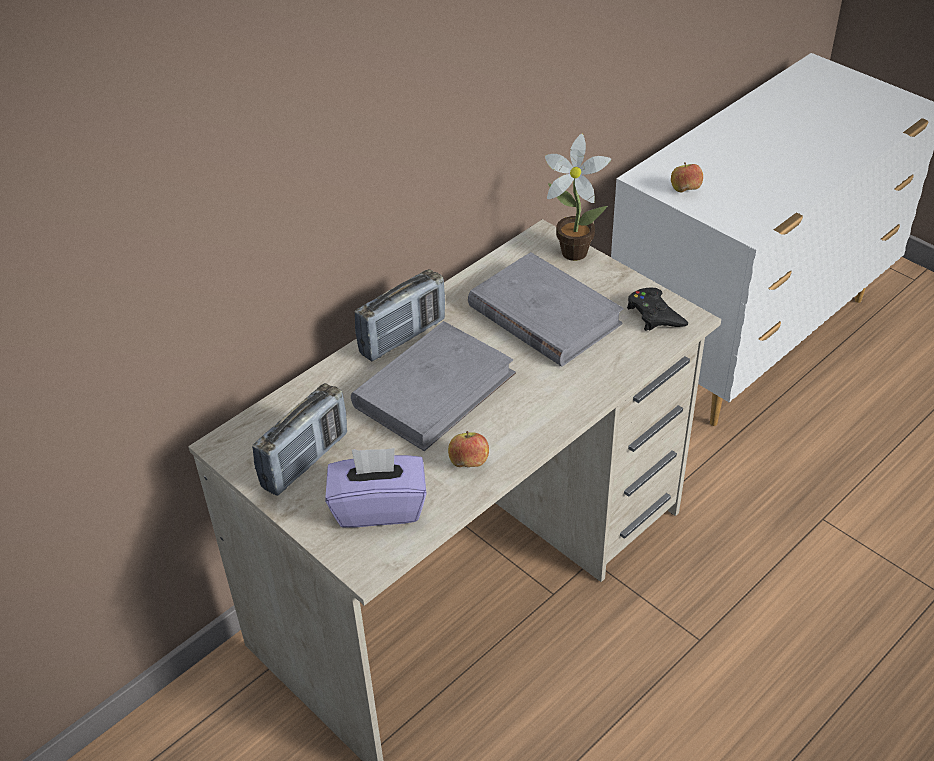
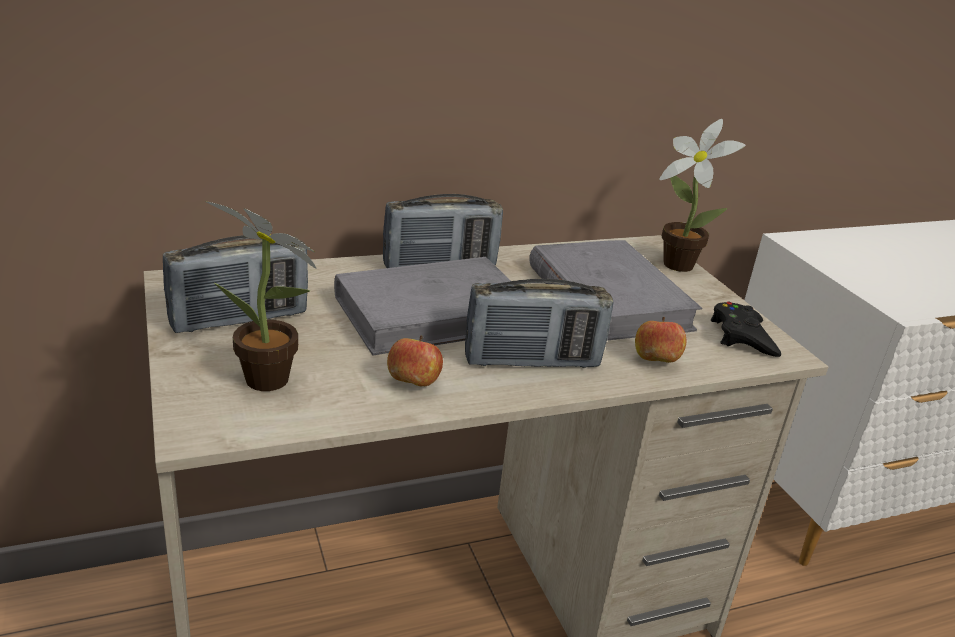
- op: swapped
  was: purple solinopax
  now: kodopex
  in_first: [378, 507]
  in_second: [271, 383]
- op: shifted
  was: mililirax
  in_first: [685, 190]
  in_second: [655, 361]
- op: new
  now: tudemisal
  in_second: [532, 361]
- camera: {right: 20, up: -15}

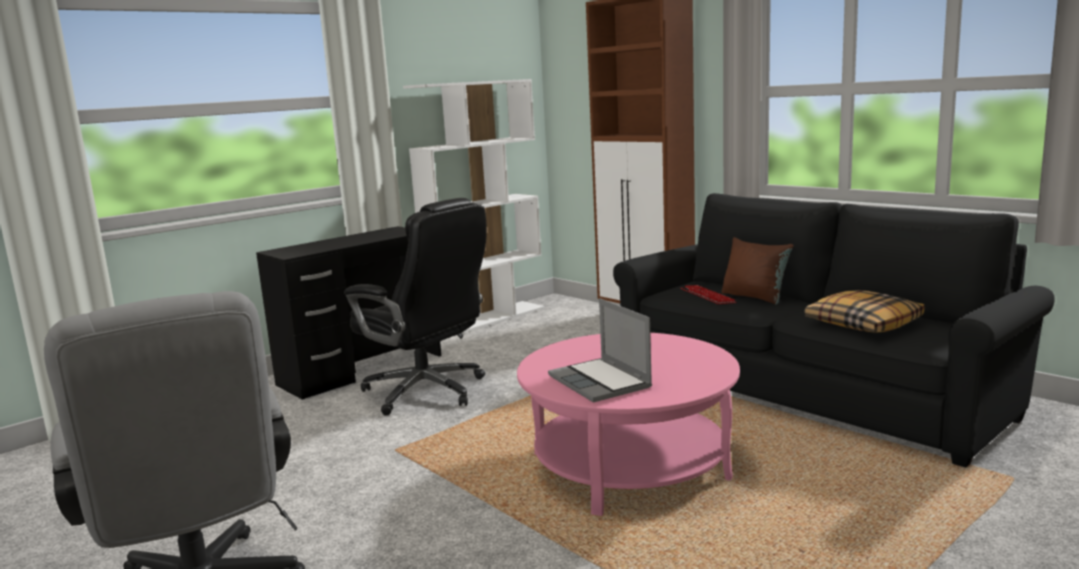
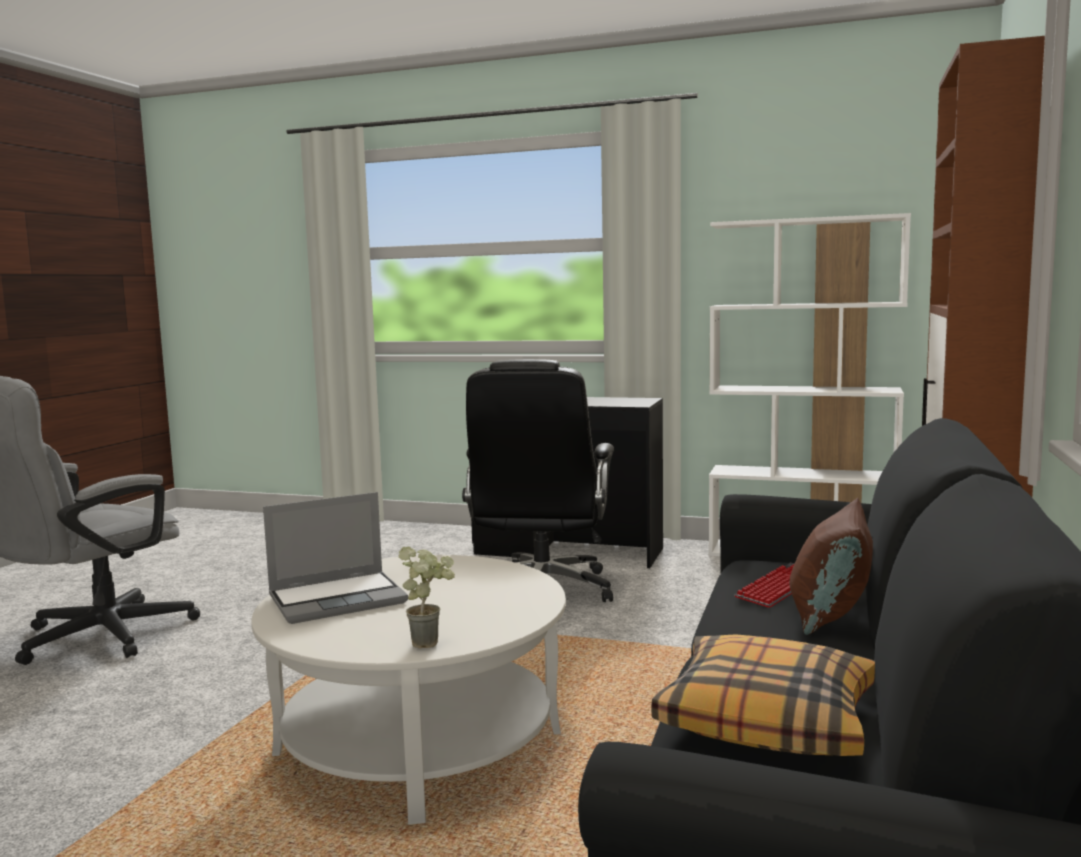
- op: repainted
  was: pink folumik
  now: white folumik
  in_first: [629, 466]
  in_second: [419, 743]
- op: rotated
  was: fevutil
  in_first: [601, 382]
  in_second: [339, 599]
  clockwise: -150
- op: new
  now: kodopex
  in_second: [431, 642]
- camera: {right: 60, up: -5}

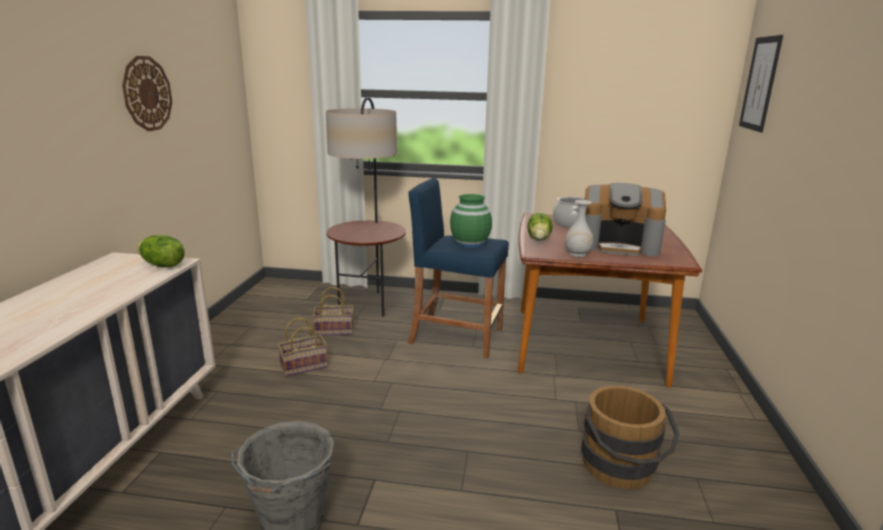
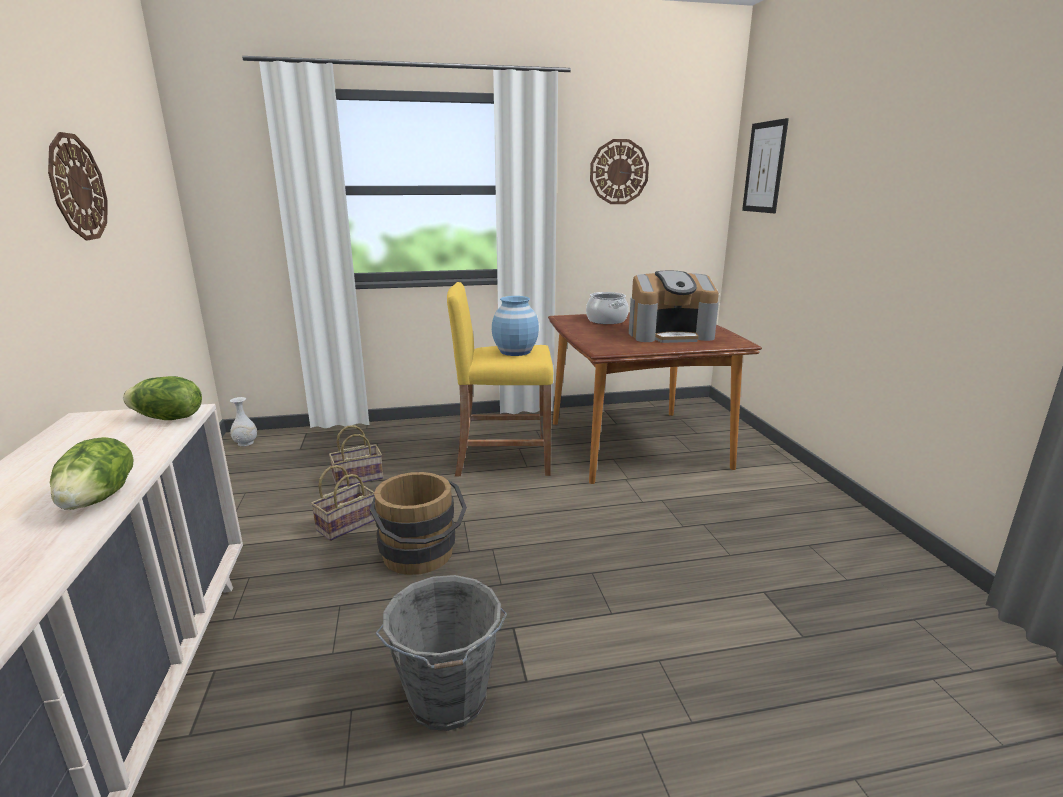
- op: gone
  was: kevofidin
  in_first: [368, 304]
- op: repainted
  was: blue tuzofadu
  now: yellow tuzofadu
  in_first: [456, 336]
  in_second: [502, 459]
- op: repainted
  was: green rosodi
  now: blue rosodi
  in_first: [469, 243]
  in_second: [515, 351]
- op: shifted
  was: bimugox
  in_first: [539, 239]
  in_second: [100, 498]
- op: shifted
  was: white rosodi
  in_first: [577, 254]
  in_second: [245, 443]
- op: shifted
  was: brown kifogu
  in_first: [621, 470]
  in_second: [421, 557]
- op: new
  now: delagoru
  in_second: [619, 172]
- camera: {right: -20, up: 0}

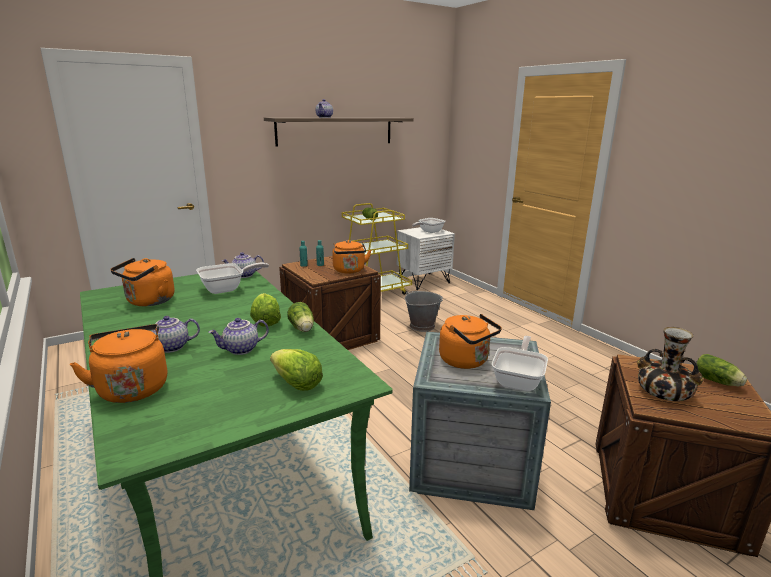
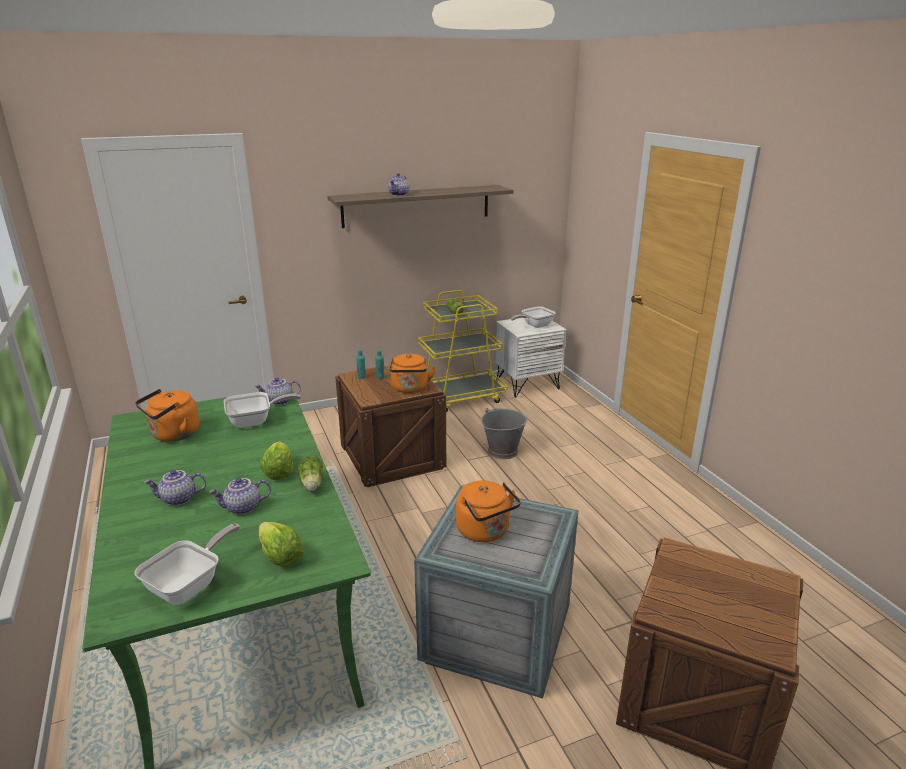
- op: gone
  was: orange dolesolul
  in_first: [132, 387]
- op: shifted
  was: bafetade
  in_first: [519, 380]
  in_second: [190, 585]
- op: gone
  was: rosodi
  in_first: [664, 393]
- op: gone
  was: bimugox
  in_first: [718, 382]
- camera: {right: 10, up: 5}

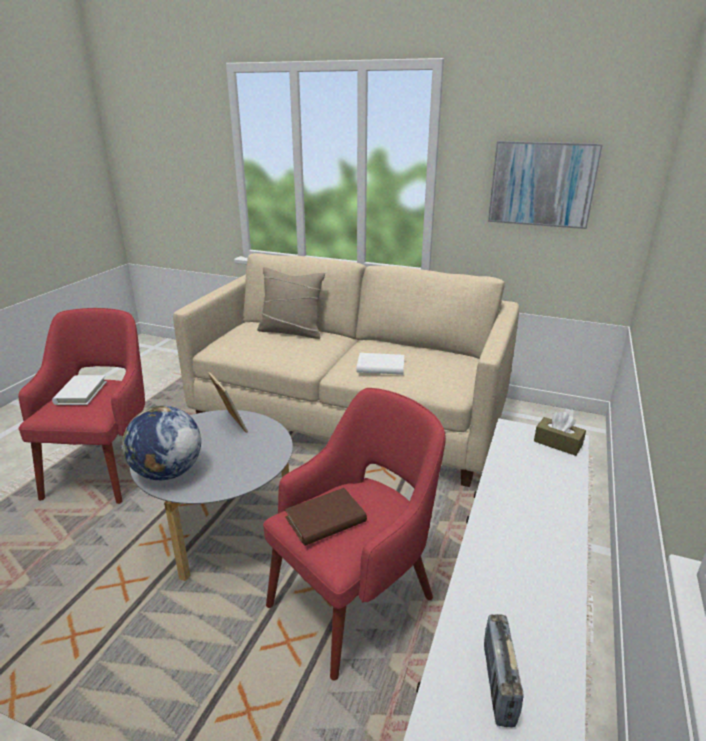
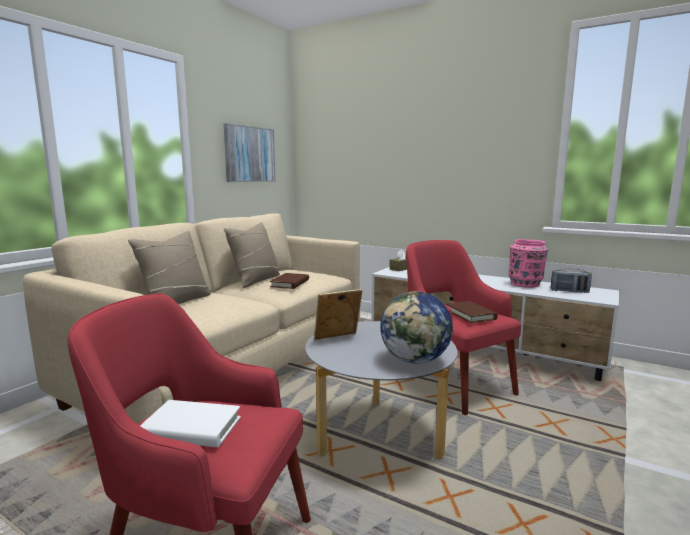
- op: repainted
  was: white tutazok
  now: brown tutazok
  in_first: [380, 367]
  in_second: [290, 283]
- op: new
  now: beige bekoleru
  in_second: [255, 280]
- op: new
  now: pink rosodi
  in_second: [526, 284]
- camera: {right: -80, up: -15}

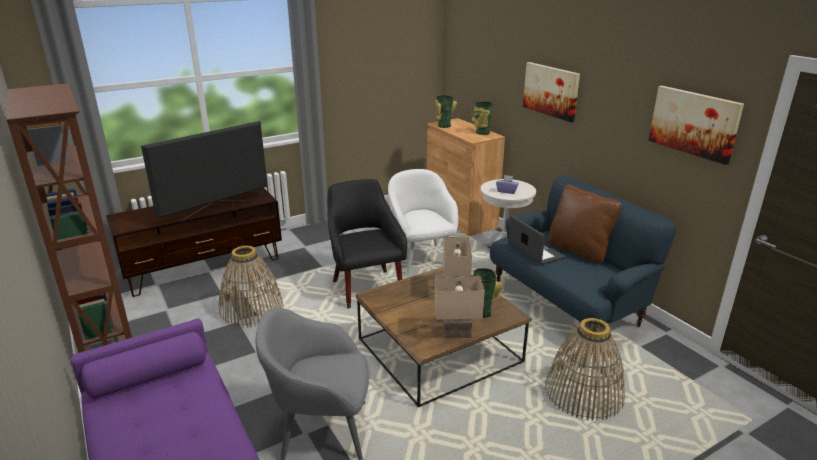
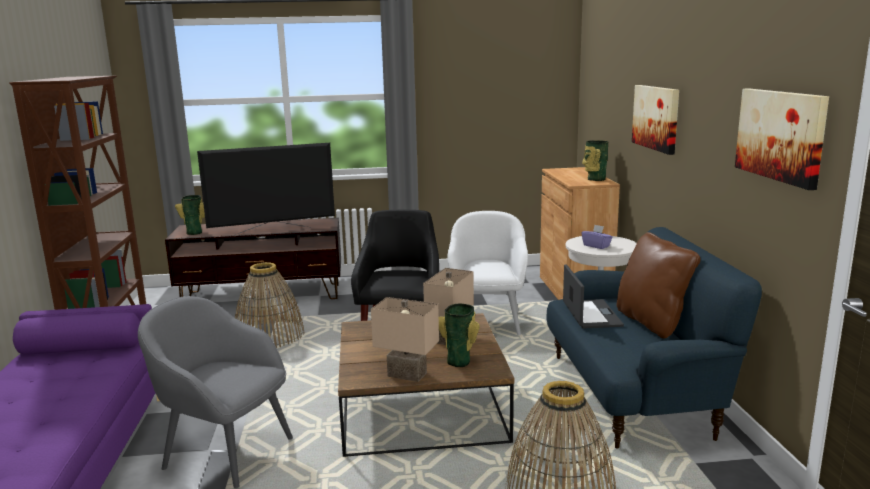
- op: shifted
  was: rosodi
  in_first: [443, 125]
  in_second: [195, 232]
- camera: {right: 25, up: -10}

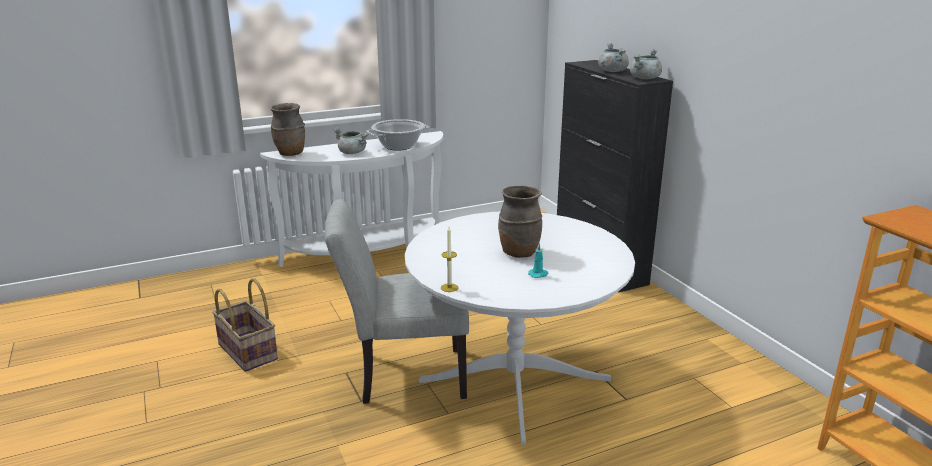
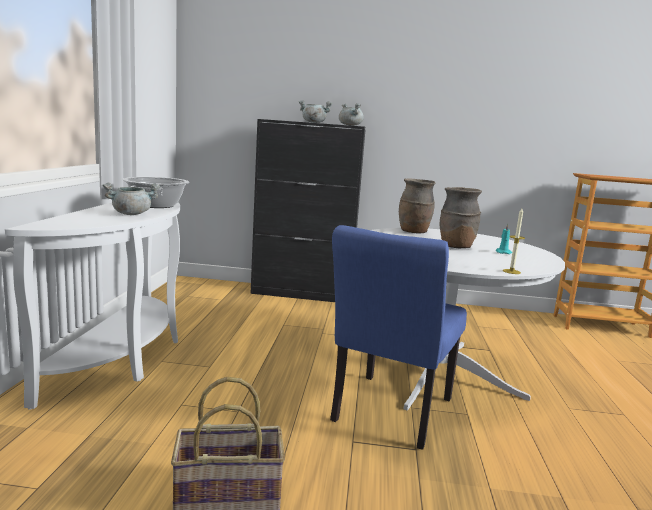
- op: shifted
  was: brown rosodi
  in_first: [290, 154]
  in_second: [414, 232]
- op: repainted
  was: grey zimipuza
  now: blue zimipuza
  in_first: [402, 376]
  in_second: [388, 414]
- camera: {right: -60, up: -10}

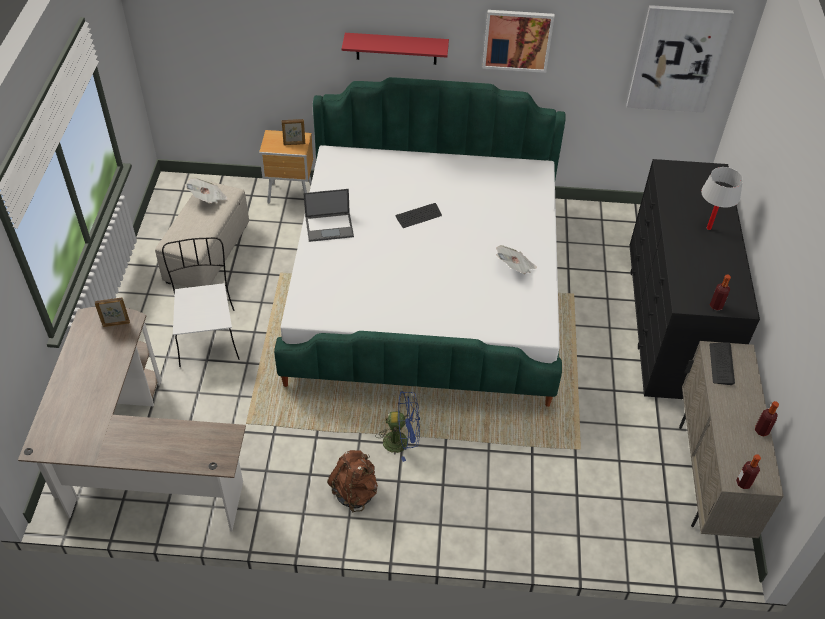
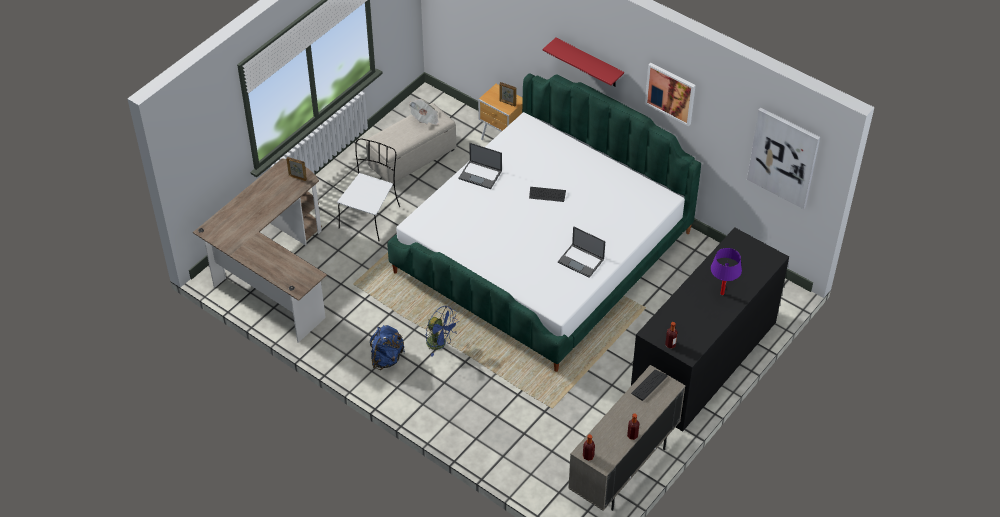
- op: repainted
  was: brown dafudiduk
  now: blue dafudiduk
  in_first: [355, 492]
  in_second: [386, 358]
- op: swapped
  was: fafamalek
  now: fevutil
  in_first: [515, 267]
  in_second: [581, 261]
- op: repainted
  was: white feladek
  now: purple feladek
  in_first: [708, 228]
  in_second: [722, 293]
- camera: {right: 35, up: 0}

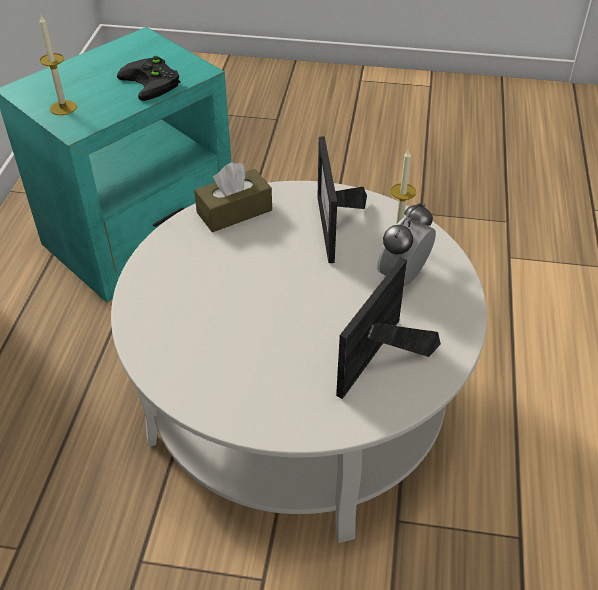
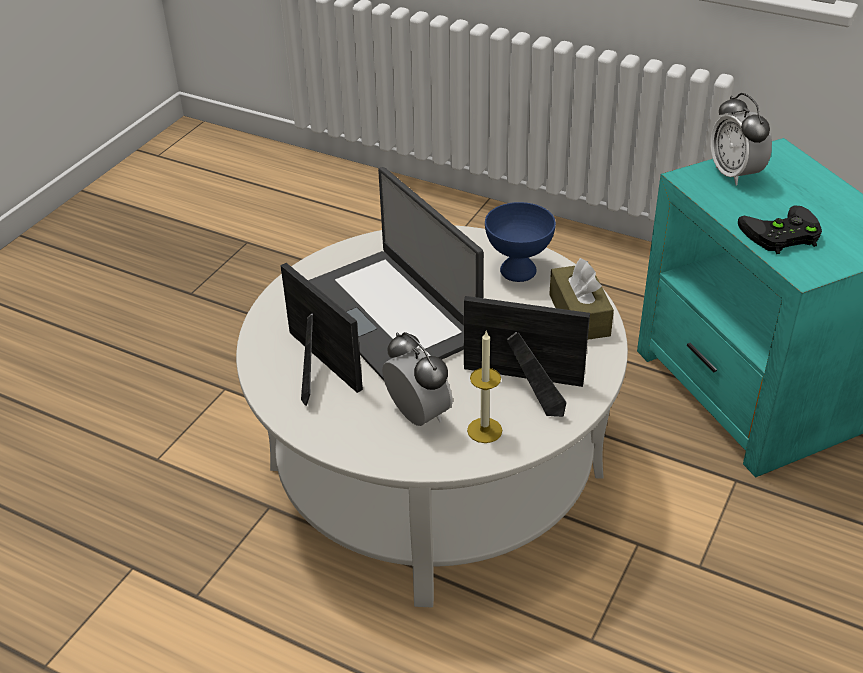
- op: swapped
  was: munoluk
  now: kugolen
  in_first: [63, 108]
  in_second: [735, 174]
- op: new
  now: fevutil
  in_second: [390, 314]
- op: new
  now: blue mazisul
  in_second: [517, 271]
- camera: {right: 110, up: -5}

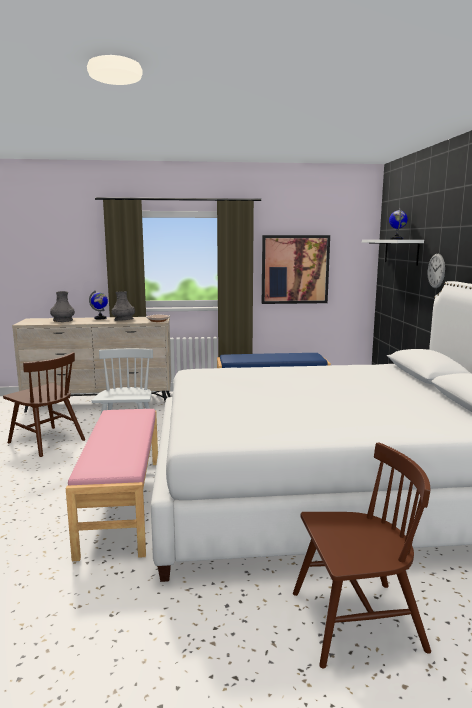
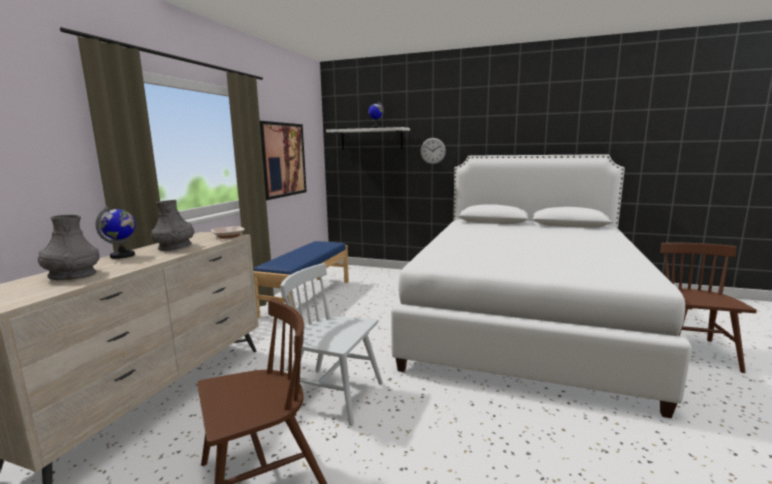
- op: gone
  was: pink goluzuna
  in_first: [123, 503]
- camera: {right: -65, up: 0}

